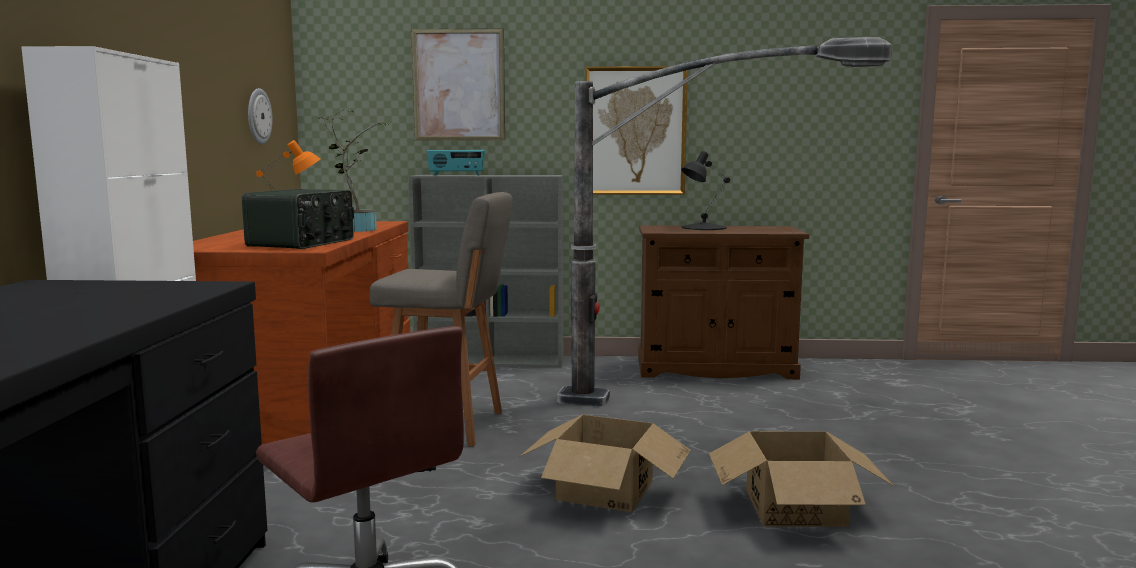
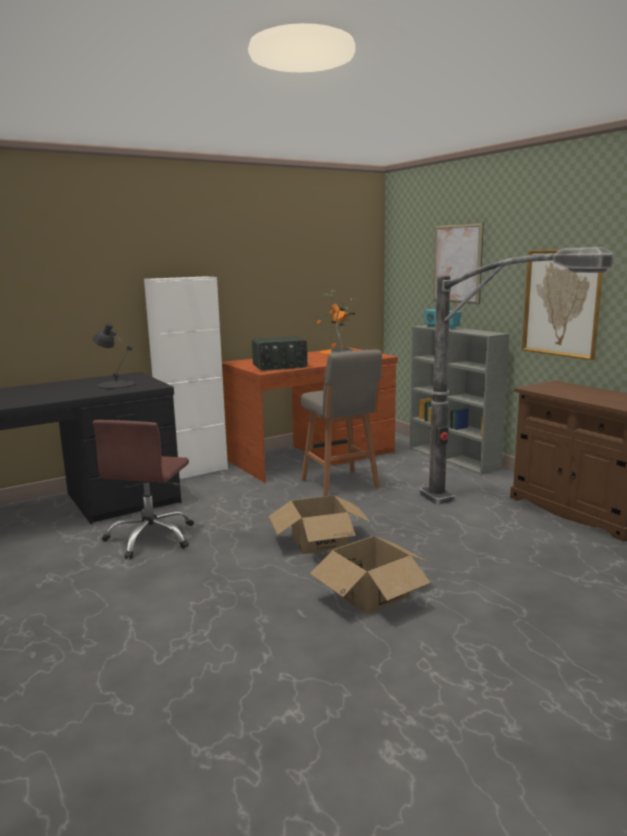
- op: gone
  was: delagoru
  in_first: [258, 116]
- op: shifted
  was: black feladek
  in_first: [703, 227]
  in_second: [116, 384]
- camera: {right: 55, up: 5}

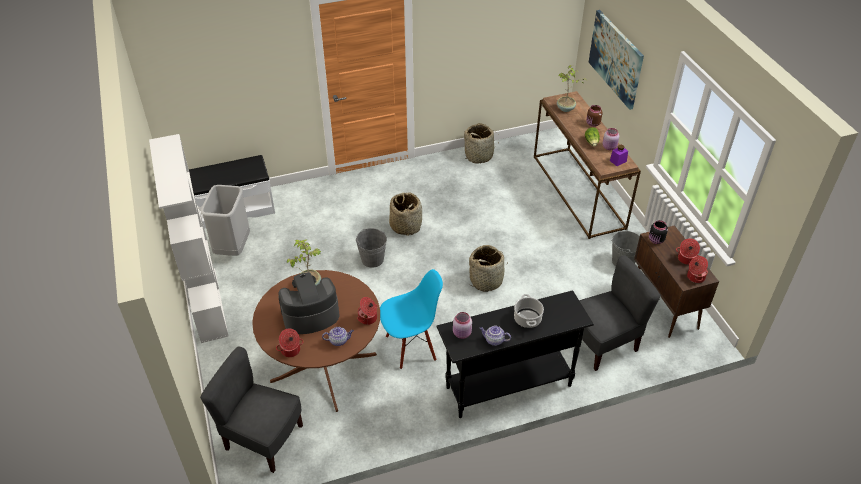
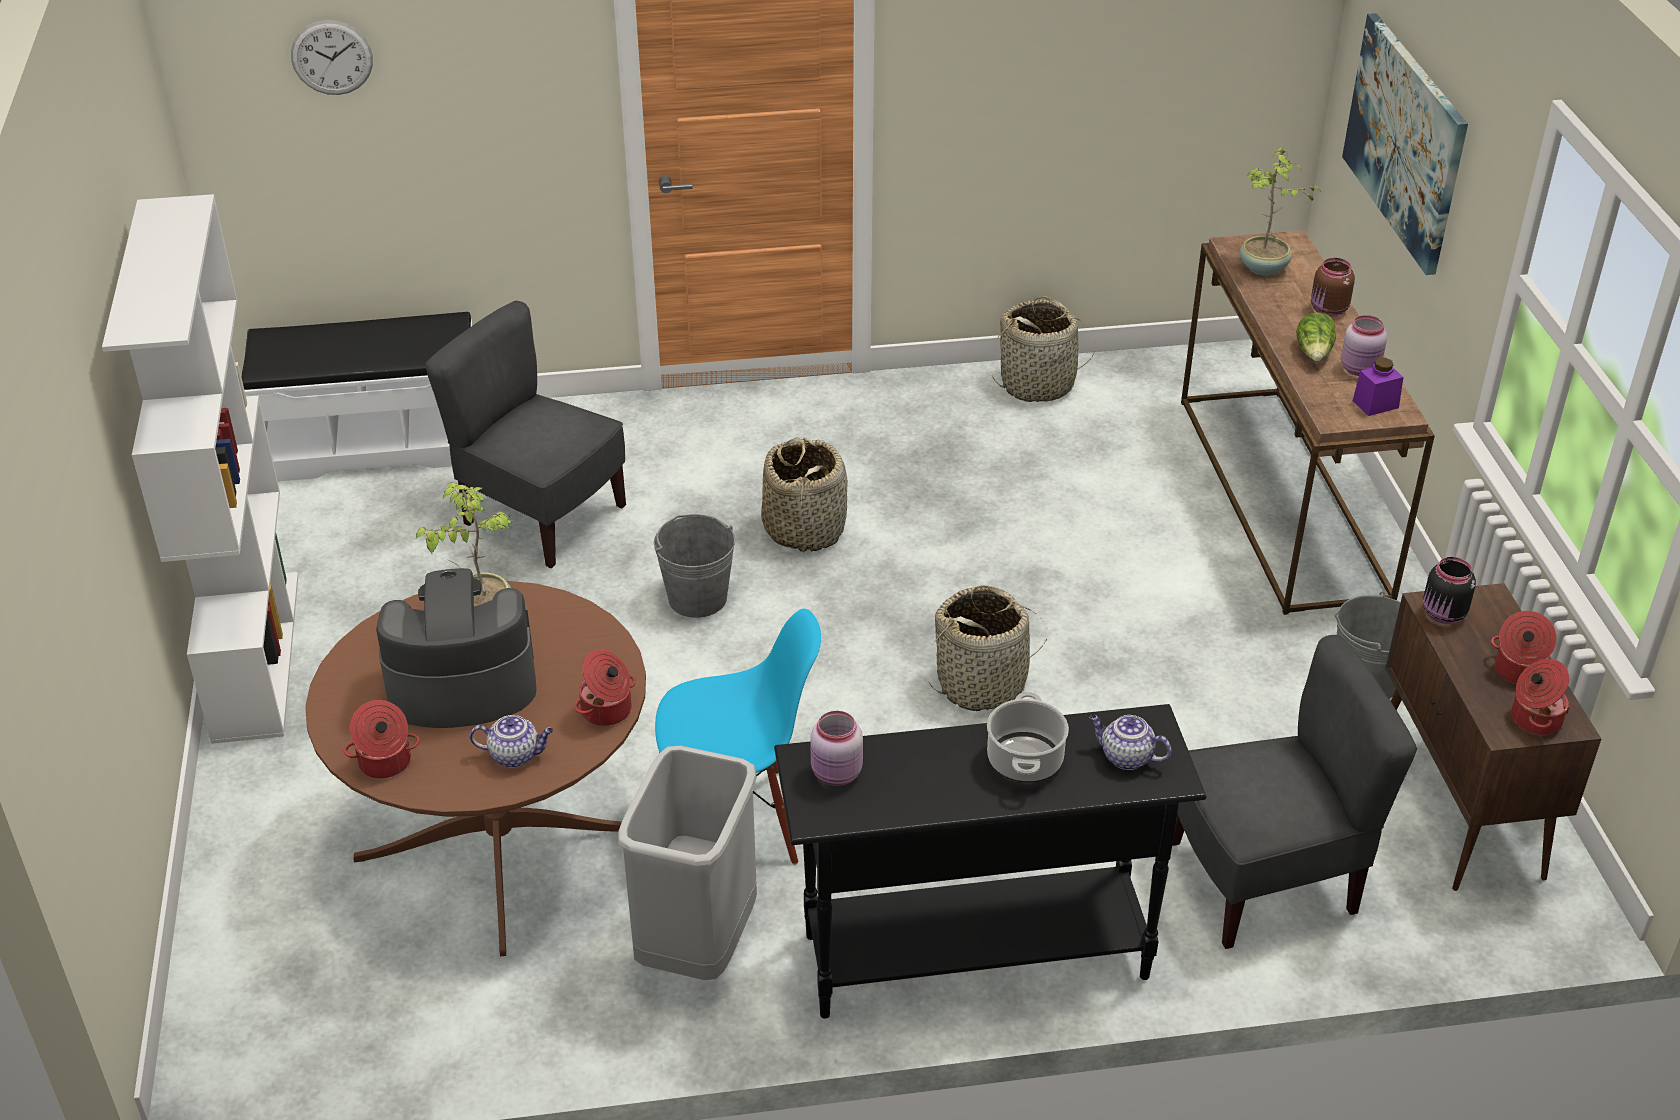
- op: shifted
  was: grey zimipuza
  in_first: [263, 439]
  in_second: [542, 517]
- op: shifted
  was: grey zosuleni
  in_first: [232, 247]
  in_second: [696, 943]
- op: shifted
  was: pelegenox
  in_first: [494, 340]
  in_second: [1125, 757]
- op: new
  now: delagoru
  in_second: [332, 57]
- camera: {right: 10, up: -5}

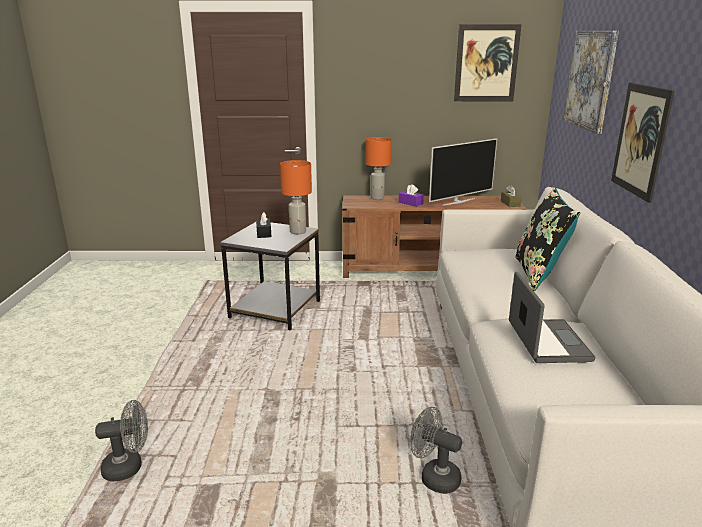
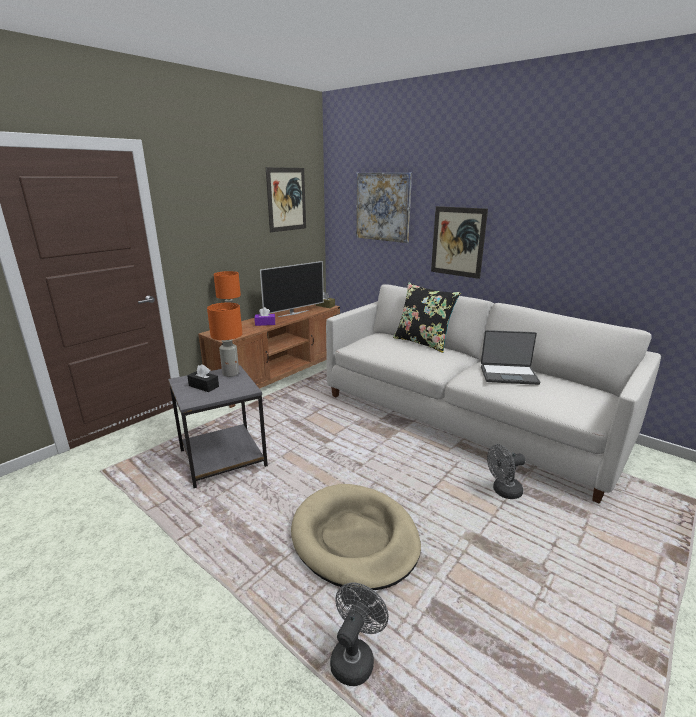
- op: rotated
  was: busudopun
  in_first: [458, 201]
  in_second: [293, 313]
  clockwise: 45
- op: rotated
  was: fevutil
  in_first: [546, 342]
  in_second: [508, 375]
  clockwise: 150
- op: new
  now: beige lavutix
  in_second: [355, 538]
- camera: {right: -50, up: 0}

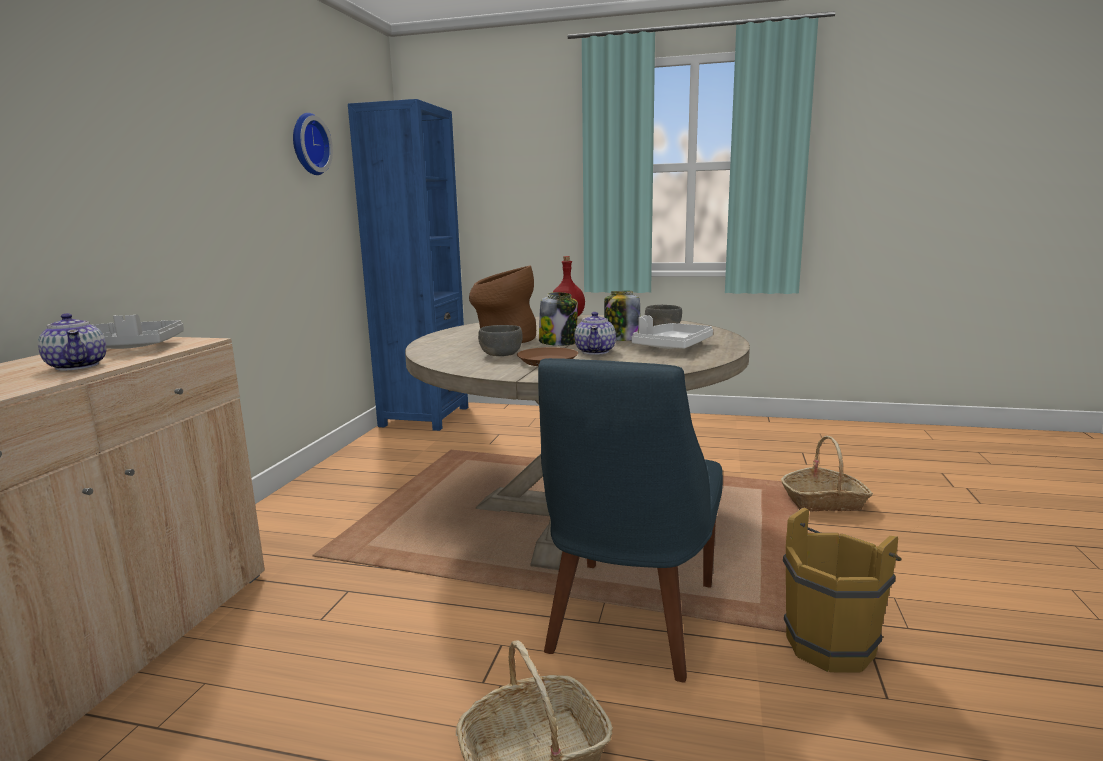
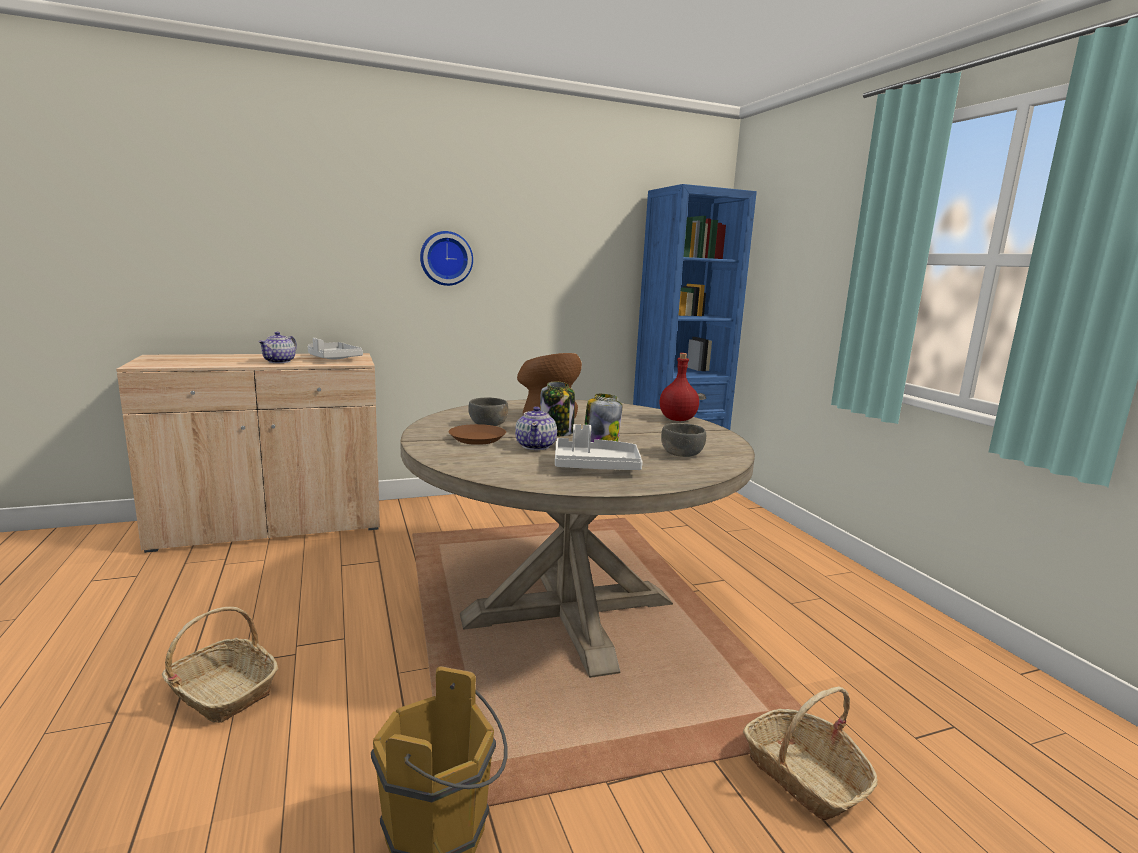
- op: shifted
  was: delagoru
  in_first: [308, 144]
  in_second: [446, 258]
- op: gone
  was: blue zimipuza
  in_first: [629, 622]
- op: rotated
  was: pelegenox
  in_first: [595, 351]
  in_second: [536, 446]
  clockwise: -60
- camera: {right: 55, up: 0}

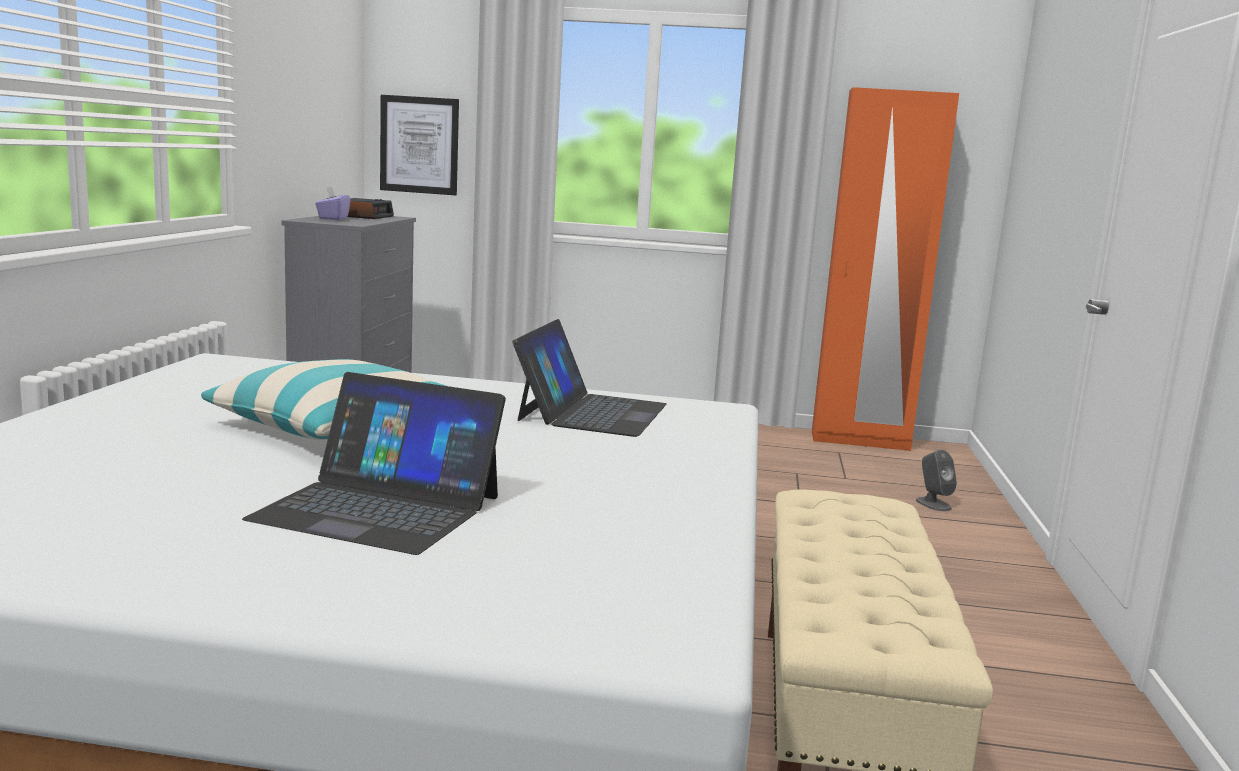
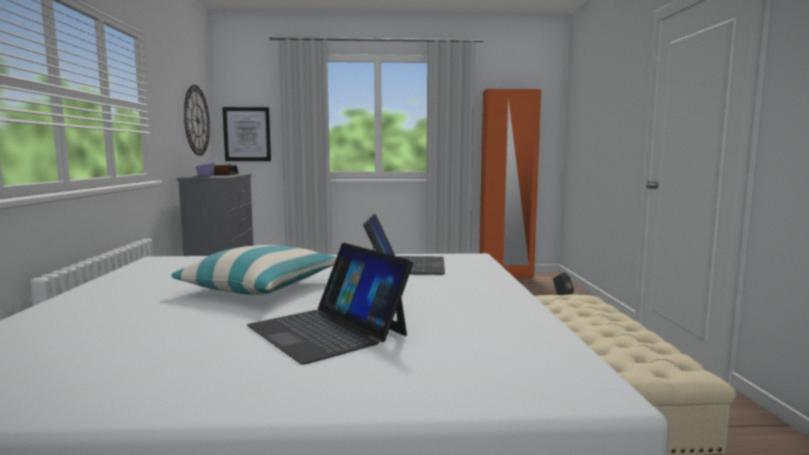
- op: rotated
  was: fevutil
  in_first: [379, 508]
  in_second: [327, 330]
  clockwise: 45
- op: new
  now: delagoru
  in_second: [197, 120]
- camera: {right: -10, up: -5}

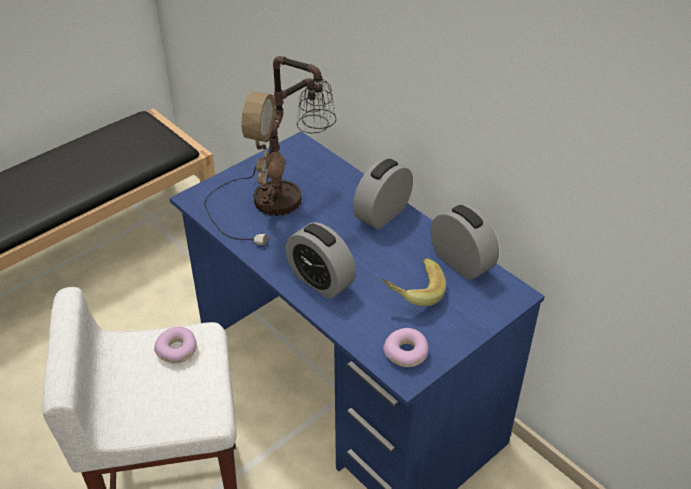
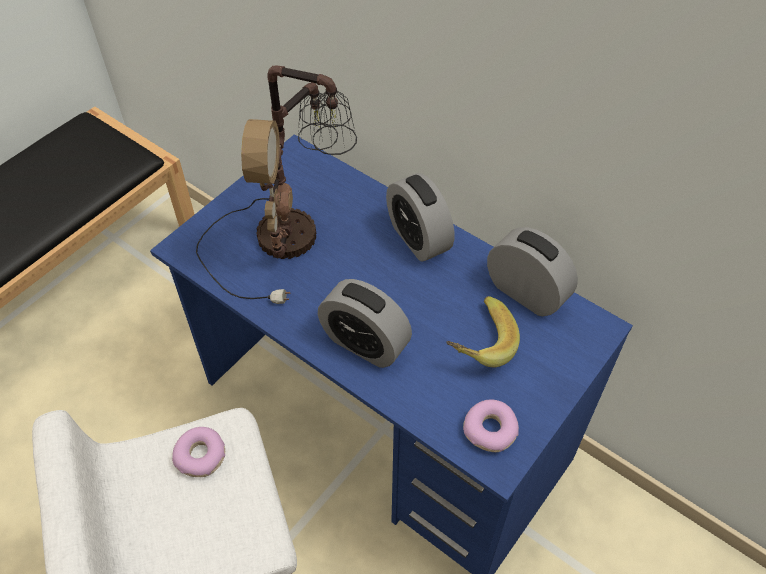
- op: rotated
  was: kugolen
  in_first: [382, 214]
  in_second: [418, 238]
  clockwise: -60
- camera: {right: -10, up: 10}

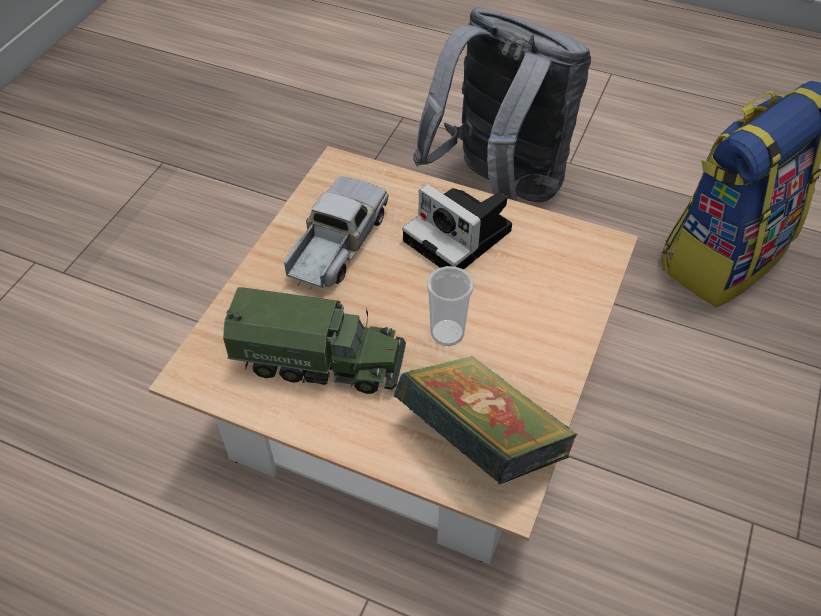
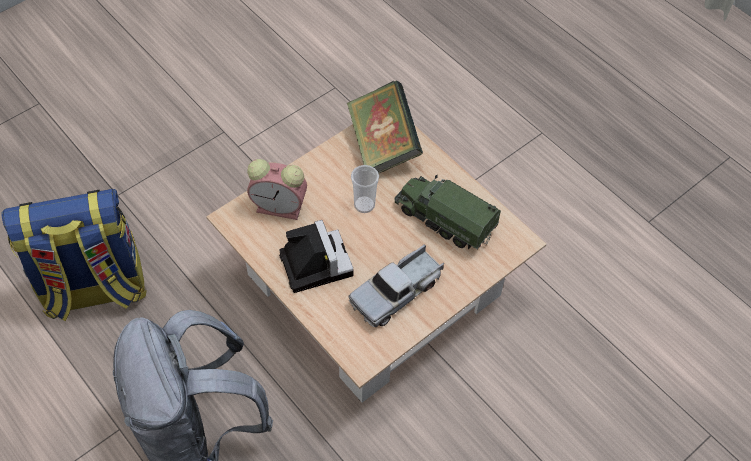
- op: new
  now: kugolen
  in_second: [281, 207]
- camera: {right: -155, up: 5}

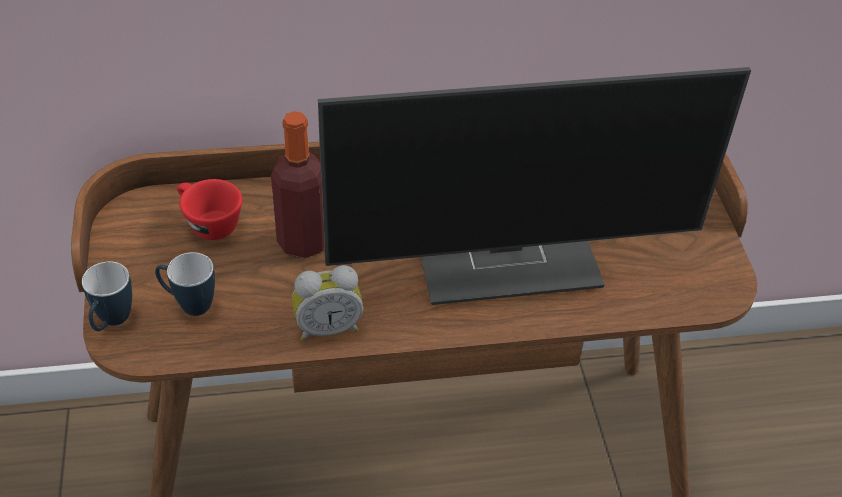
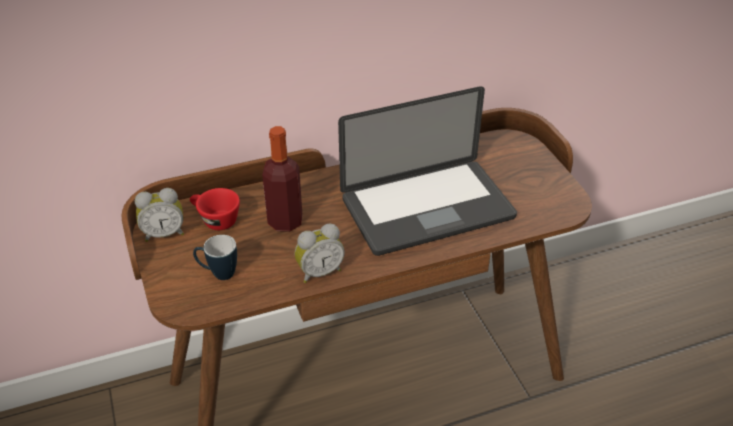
- op: gone
  was: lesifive
  in_first: [111, 323]
- op: swapped
  was: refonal
  now: fevutil
  in_first: [509, 257]
  in_second: [427, 209]
- op: new
  now: kugolen
  in_second: [164, 233]
- camera: {right: -10, up: -5}

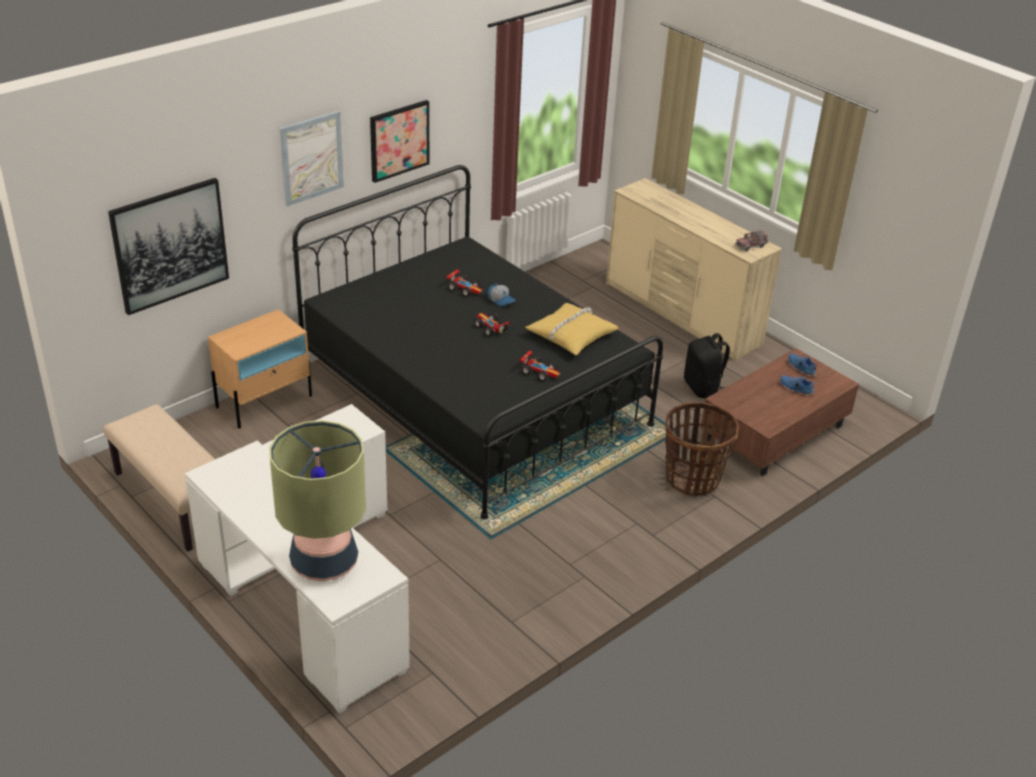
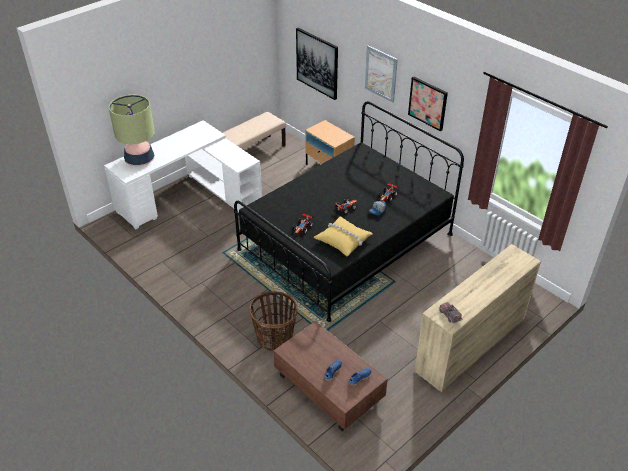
- op: gone
  was: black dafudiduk
  in_first: [703, 388]
- camera: {right: 90, up: 5}

